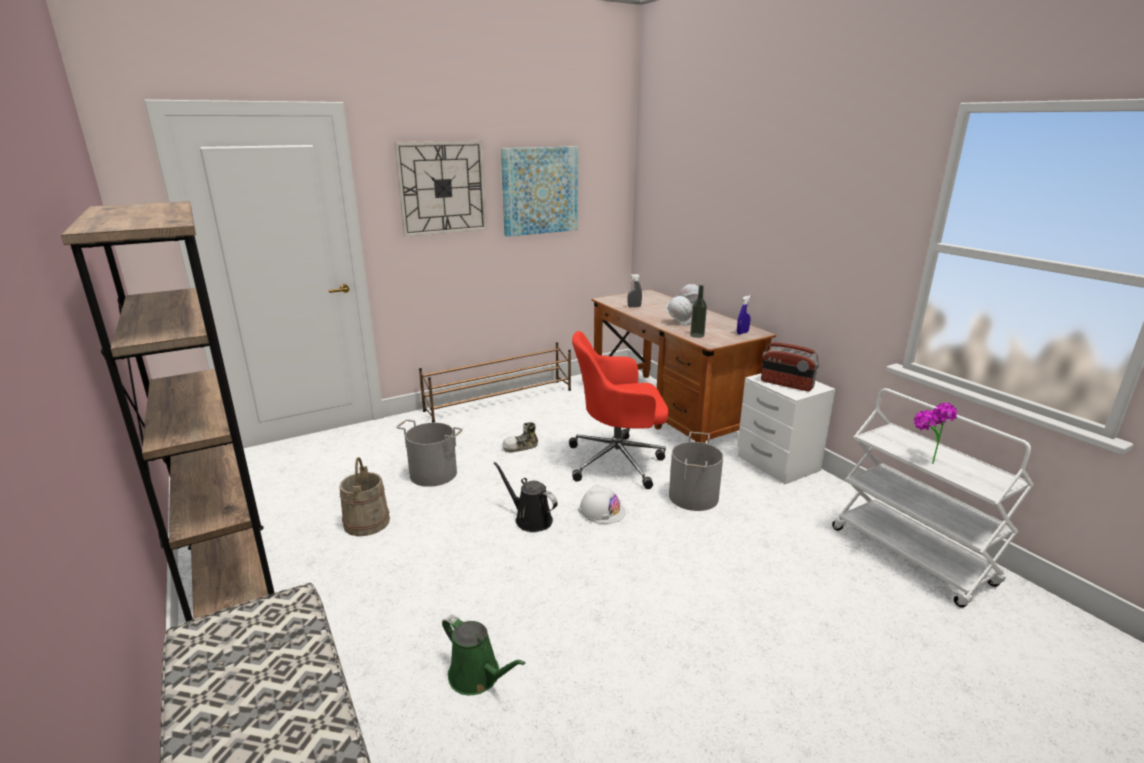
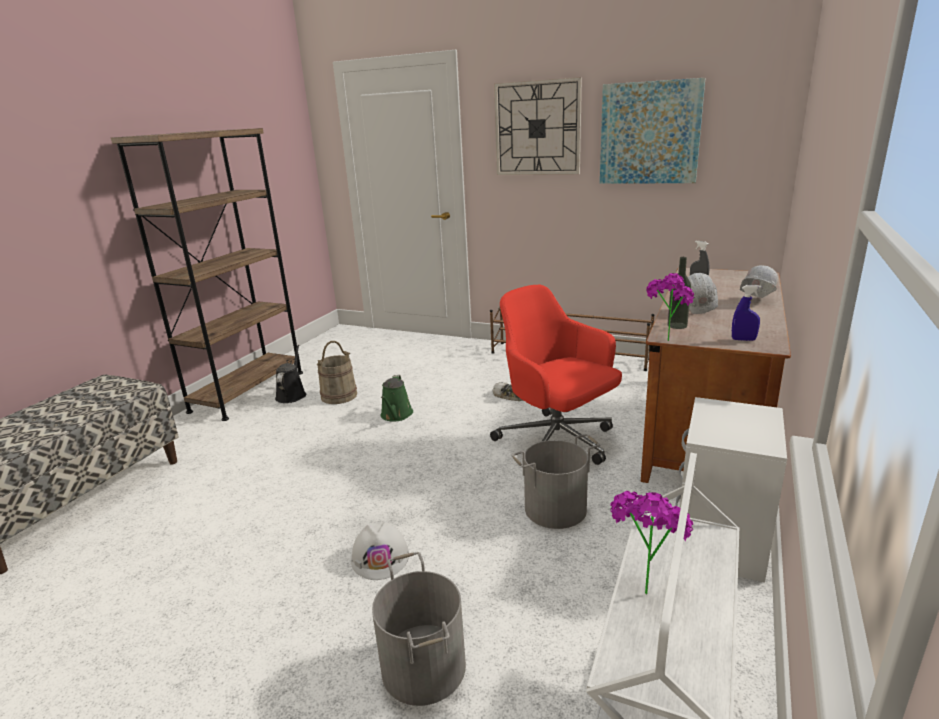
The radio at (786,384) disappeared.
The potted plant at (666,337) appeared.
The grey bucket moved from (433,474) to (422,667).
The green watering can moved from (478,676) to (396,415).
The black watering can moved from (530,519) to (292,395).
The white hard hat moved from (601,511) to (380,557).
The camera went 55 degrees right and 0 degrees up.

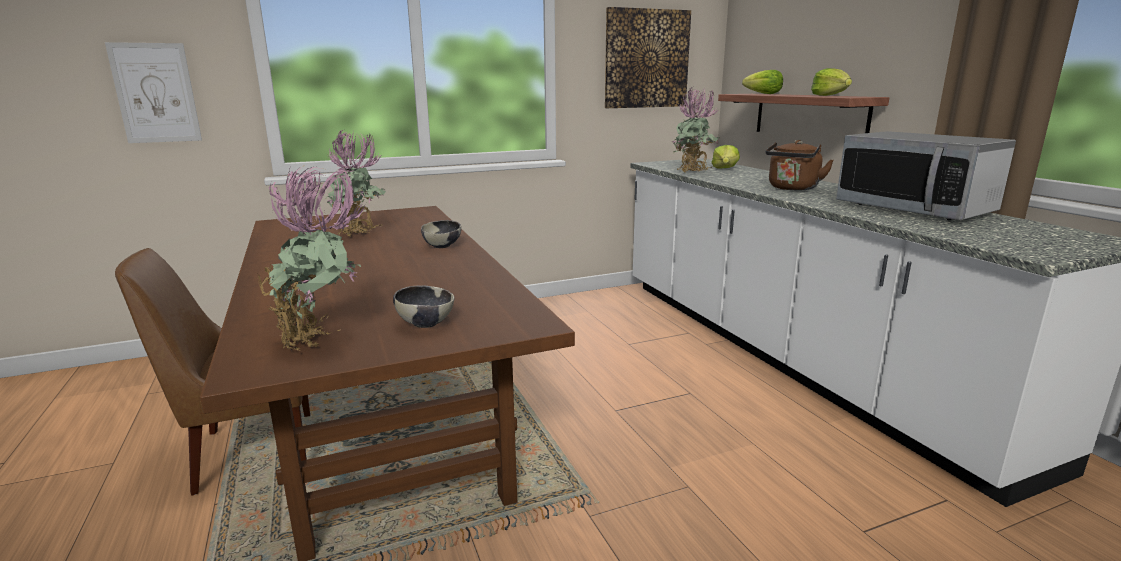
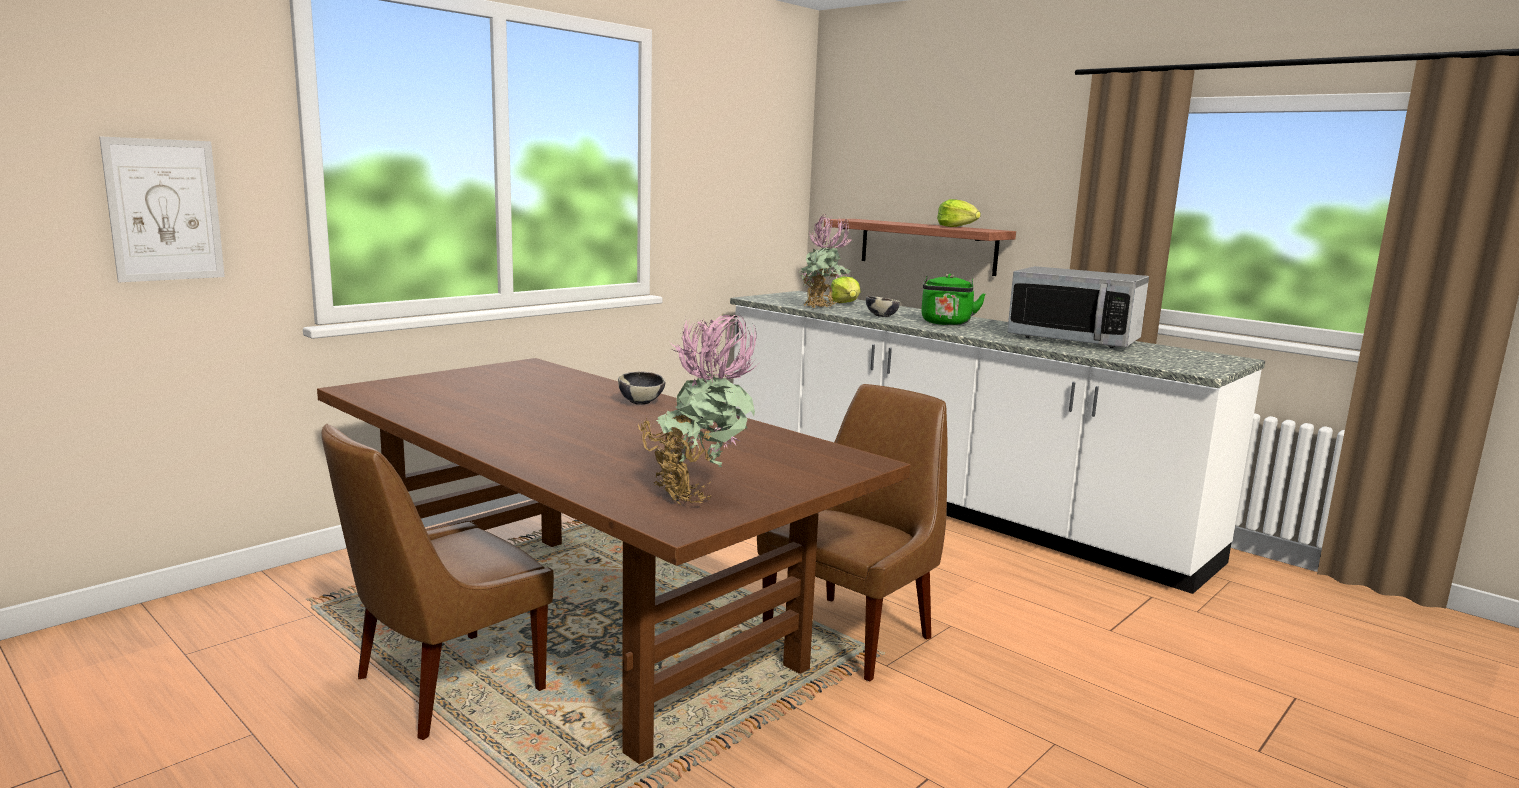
The potted plant at (361,236) disappeared.
The picture at (646,59) disappeared.
The lettuce at (763,94) disappeared.
The brown chair at (851,634) appeared.
The bowl moved from (425,323) to (881,316).
The brown kettle at (792,188) became the green kettle at (946,323).
The camera went 25 degrees left and 5 degrees down.

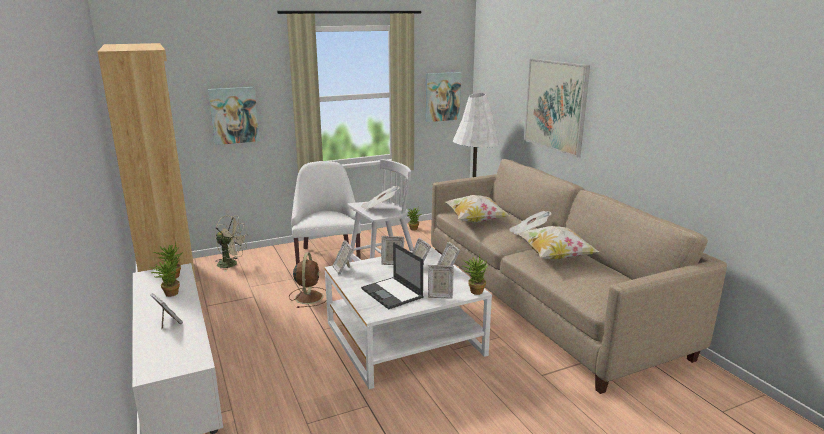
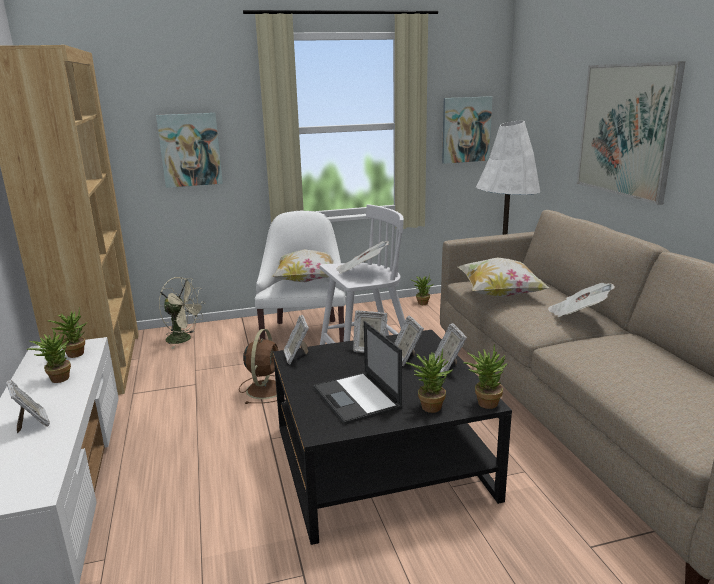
The pillow moved from (554,256) to (306,280).
The picture frame at (440,295) was replaced by the potted plant at (429,405).
The white coffee table at (404,338) became the black coffee table at (381,462).
The camera went 10 degrees right and 0 degrees up.

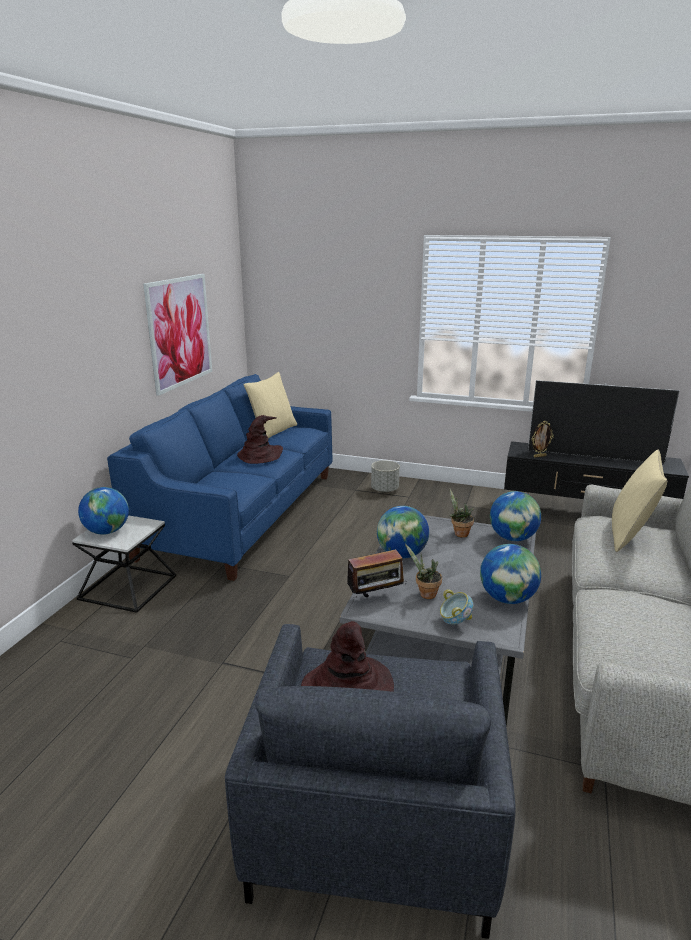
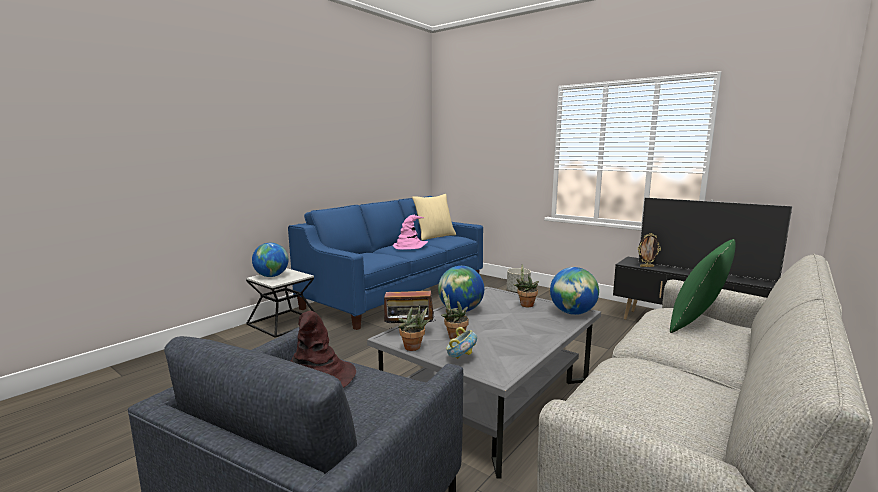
The picture at (180,332) disappeared.
The globe at (507,599) disappeared.
The potted plant at (414,348) appeared.
The brown hat at (260,455) became the pink hat at (410,246).
The beige pillow at (630,535) became the green pillow at (697,323).
The camera went 20 degrees right and 10 degrees down.

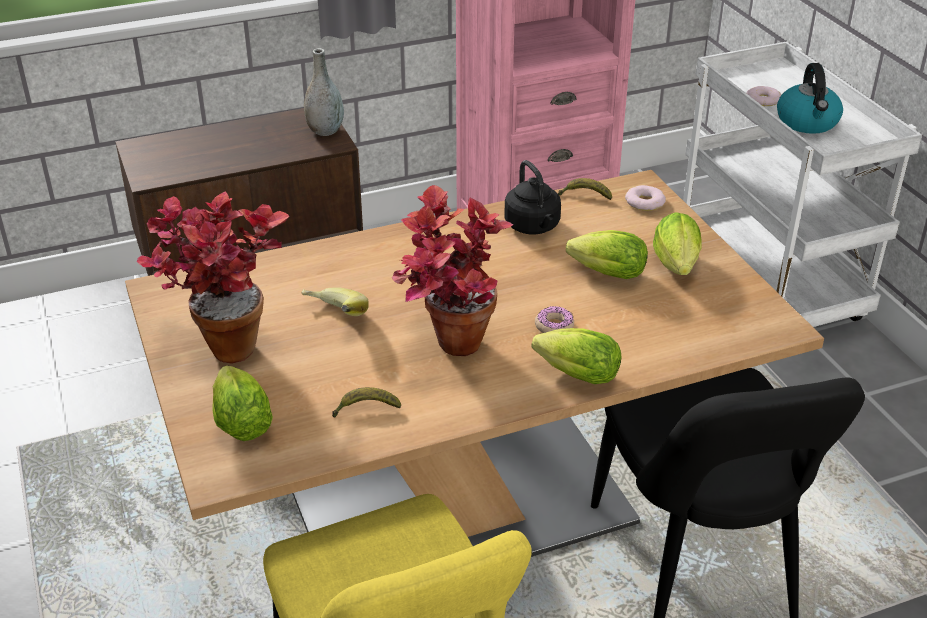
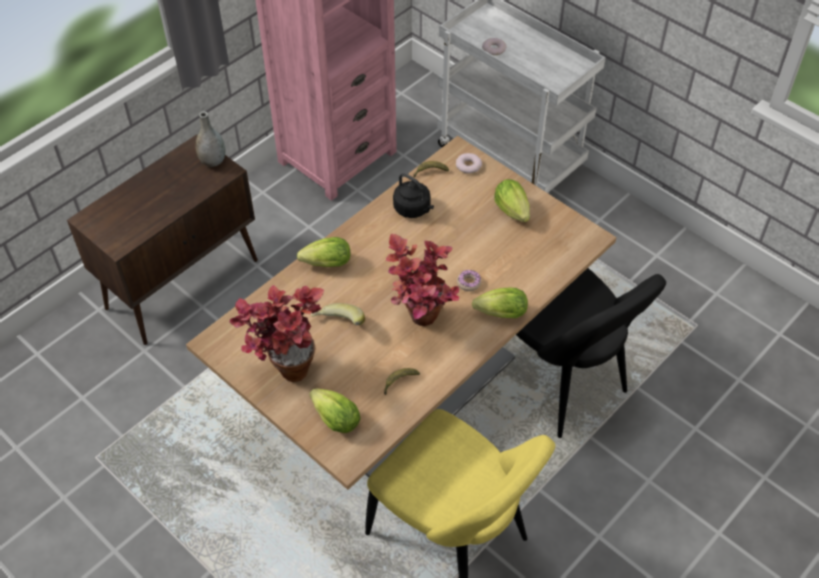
The kettle at (807,122) disappeared.
The lettuce moved from (603,273) to (324,264).
The camera went 25 degrees left and 15 degrees up.

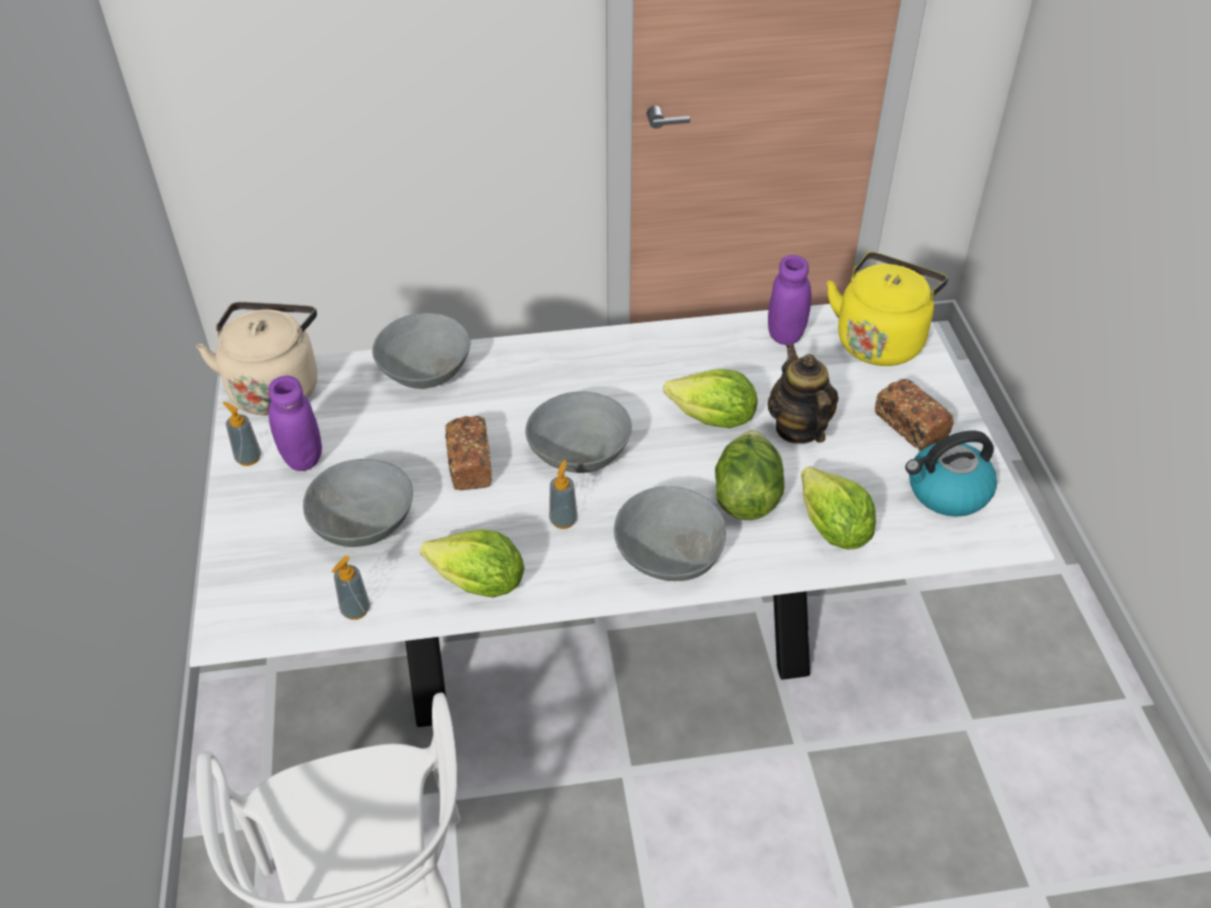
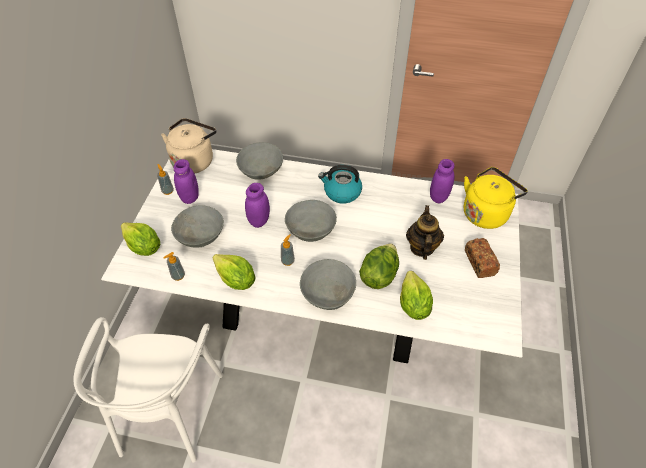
The lettuce moved from (713,419) to (143,247).
The kettle moved from (946,492) to (341,192).
The bread at (469,464) was replaced by the purple jar at (259,221).
The camera went 20 degrees right and 5 degrees up.

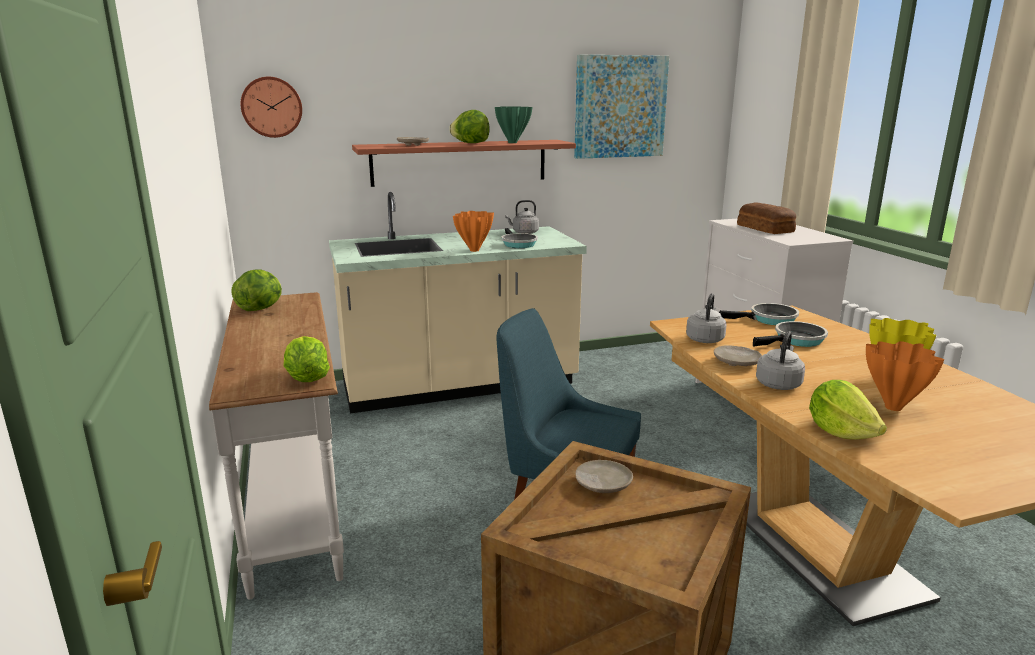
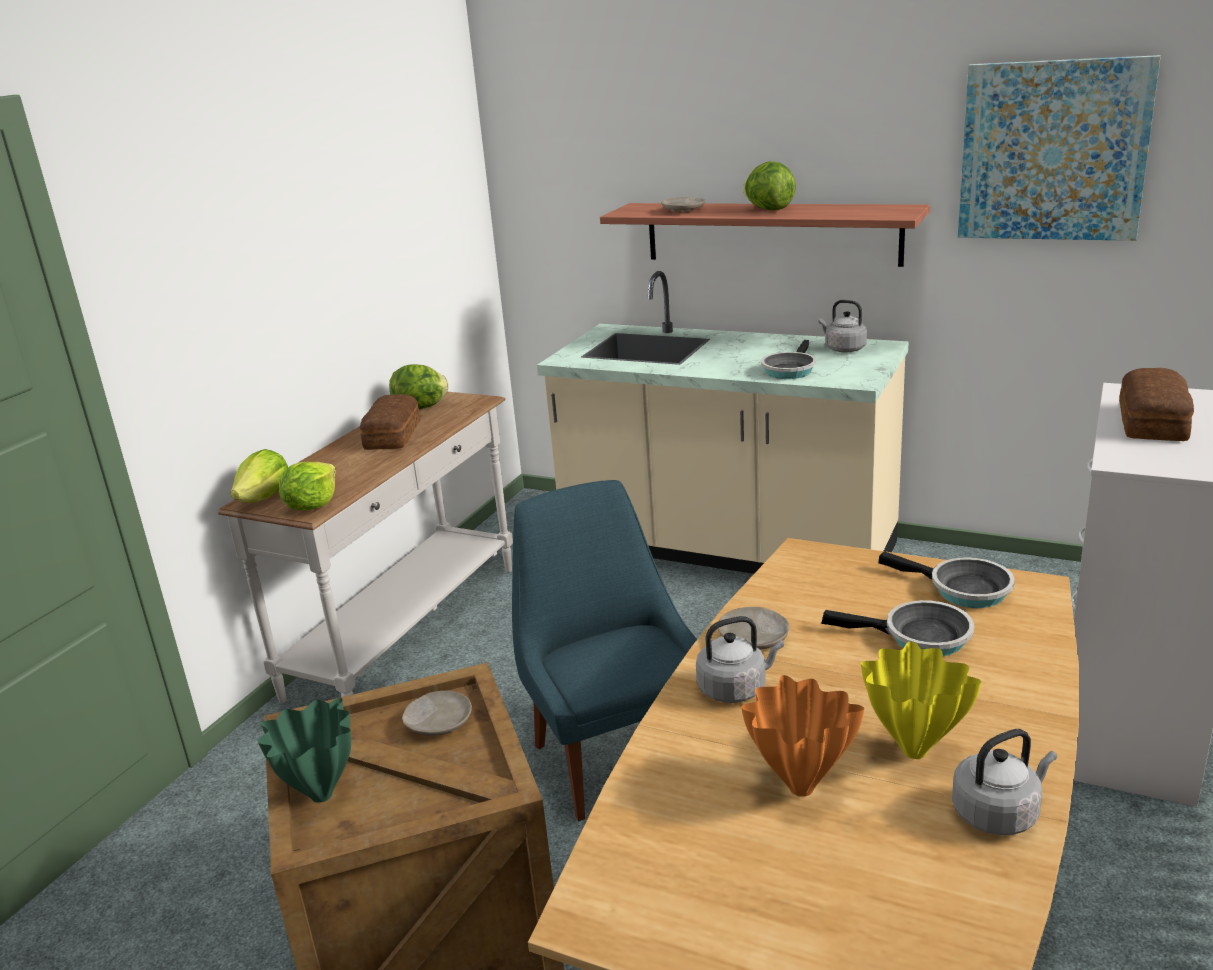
The wall clock at (271,107) disappeared.
The orange vase at (475,250) disappeared.
The bread at (391,436) appeared.
The green vase moved from (512,143) to (320,796).
The grey kettle moved from (705,339) to (998,813).
The lettuce moved from (841,432) to (265,498).
The camera went 45 degrees right and 5 degrees up.

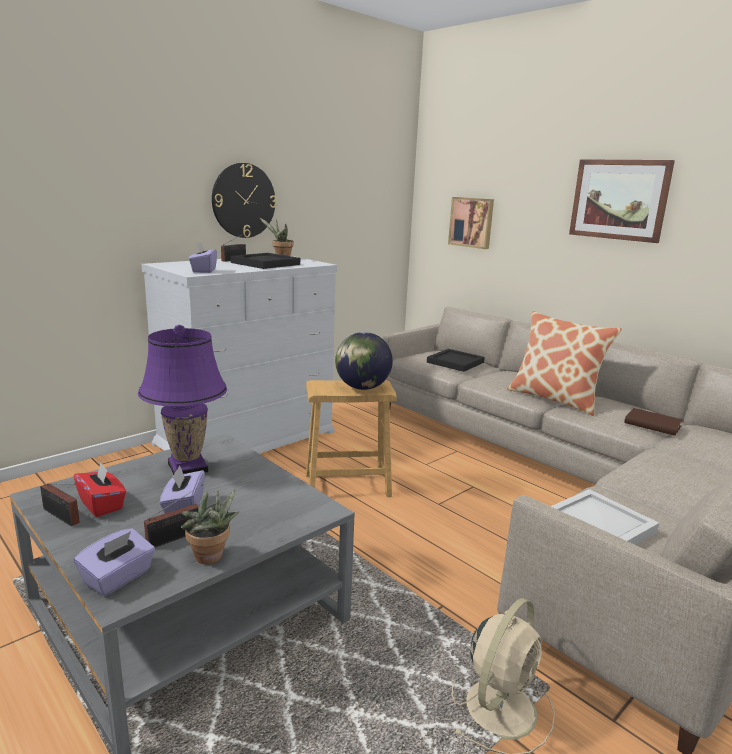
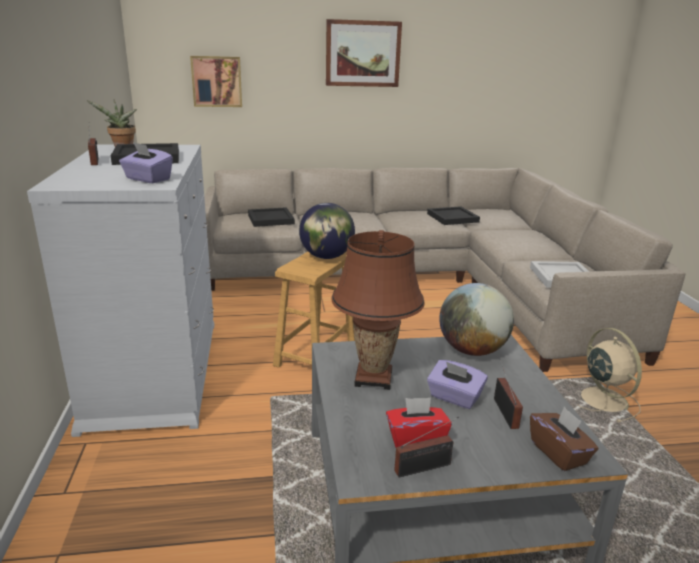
The potted plant at (211,558) disappeared.
The wall clock at (243,200) disappeared.
The pillow at (555,399) disappeared.
The globe at (472,350) appeared.
The brown book at (652,425) was replaced by the black tray at (451,217).
The purple tissue box at (118,578) became the brown tissue box at (559,453).
The purple table lamp at (187,468) became the brown table lamp at (373,378).
The camera went 55 degrees left and 5 degrees up.

